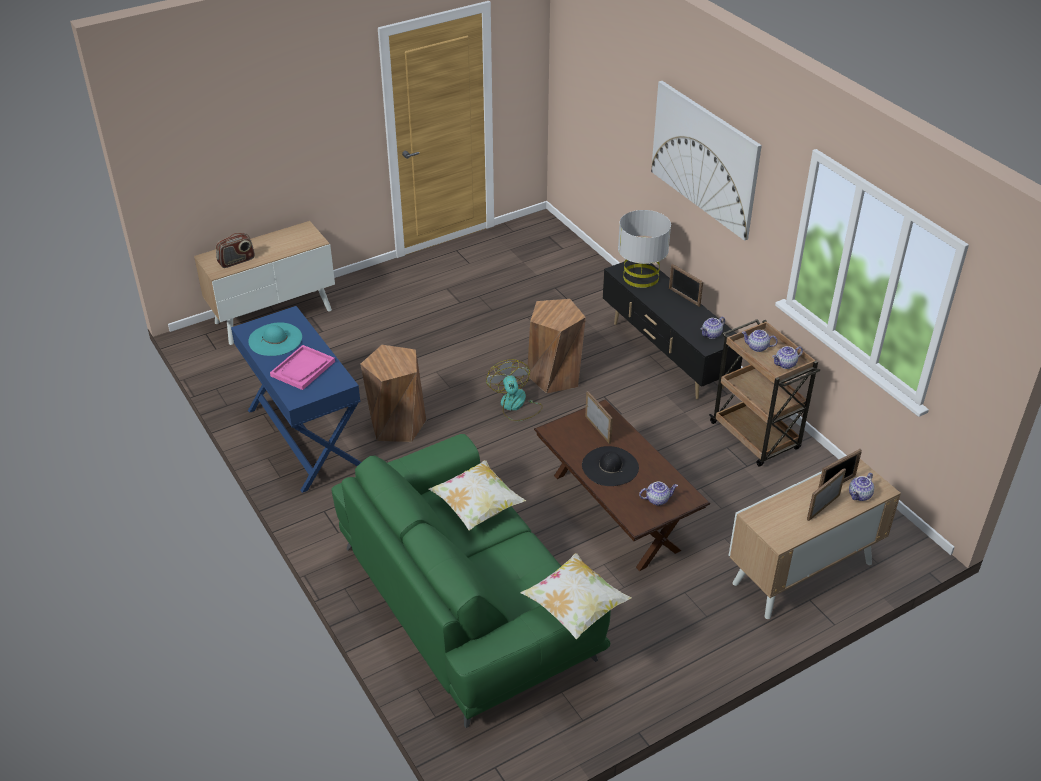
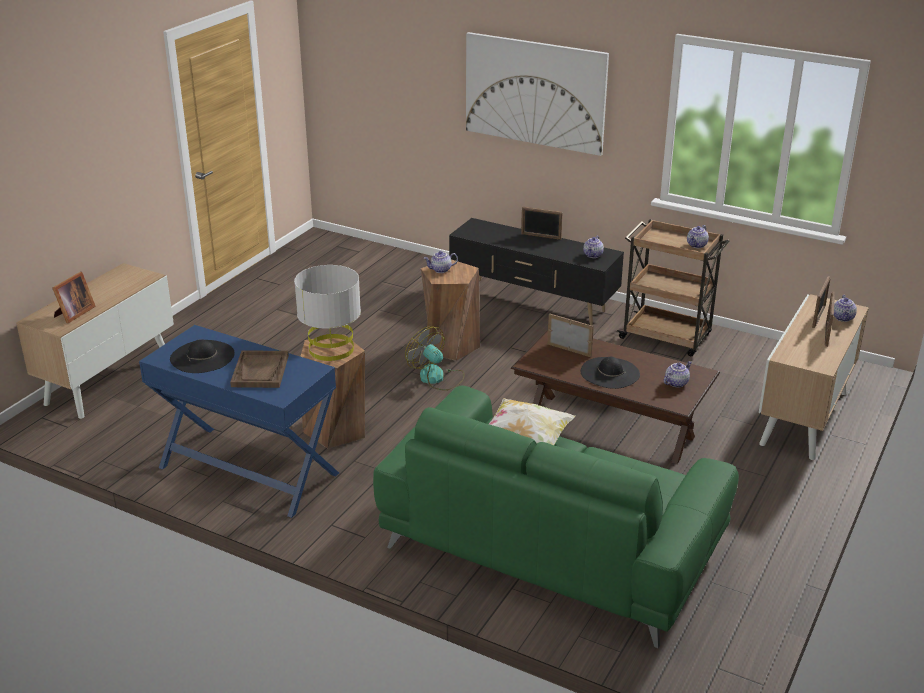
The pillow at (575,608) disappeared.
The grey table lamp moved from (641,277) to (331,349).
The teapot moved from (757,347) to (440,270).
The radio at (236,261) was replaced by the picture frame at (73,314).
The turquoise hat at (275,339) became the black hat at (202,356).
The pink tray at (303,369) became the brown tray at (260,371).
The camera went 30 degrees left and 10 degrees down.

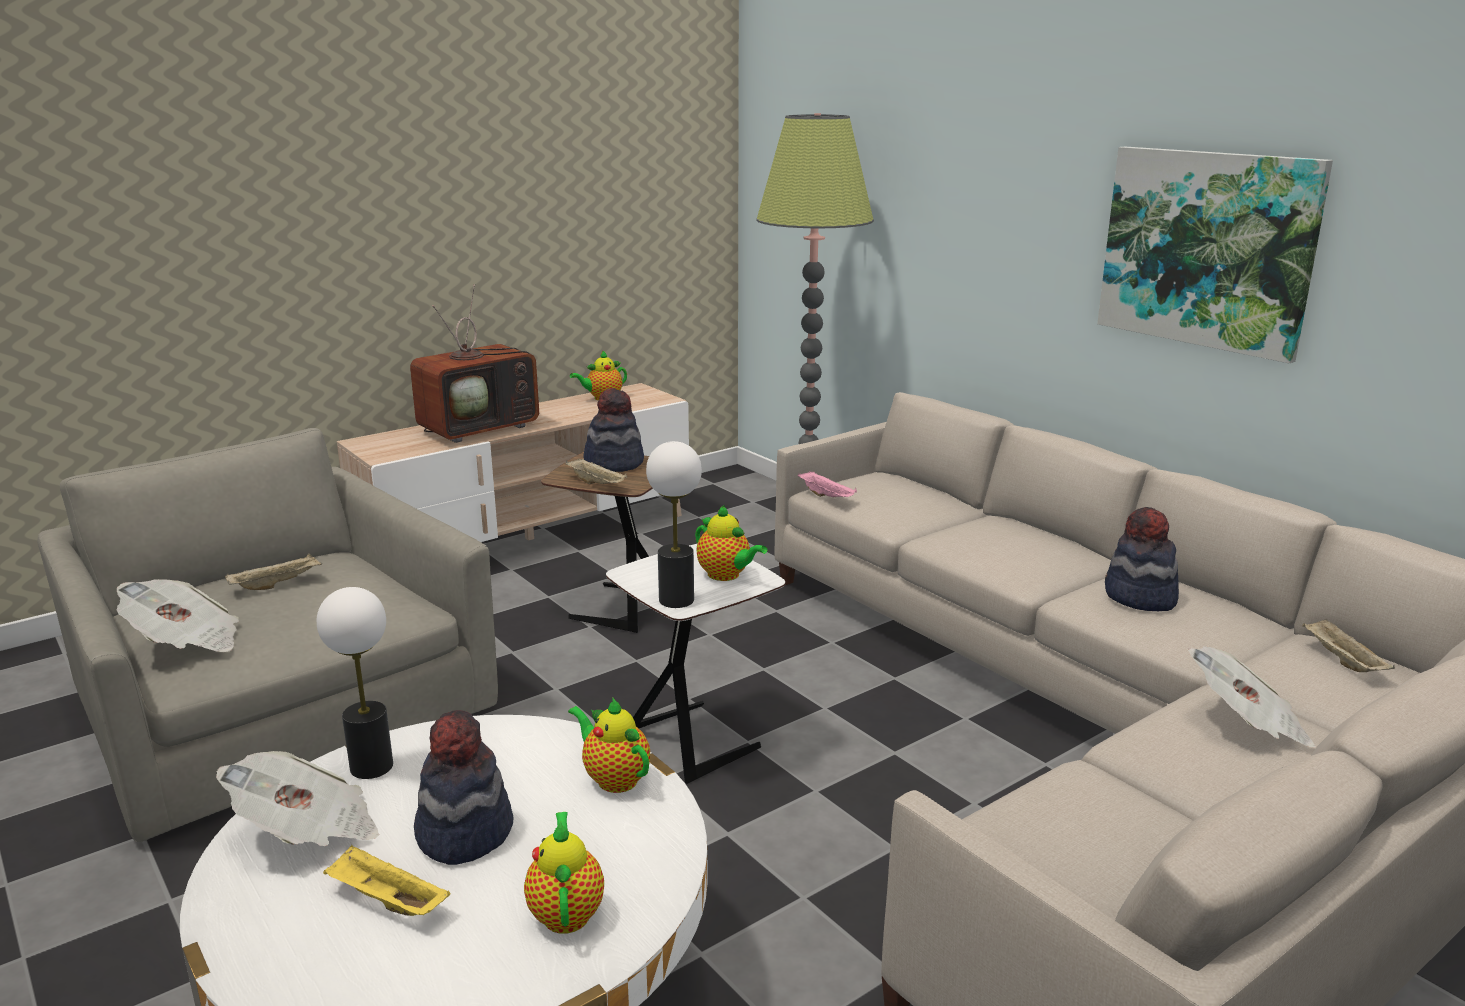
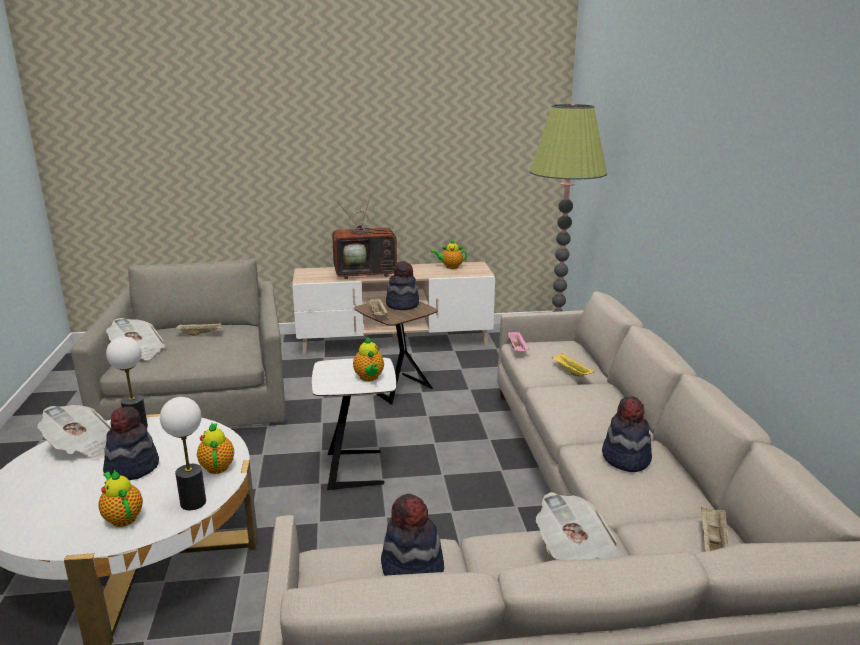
The picture at (1207,249) disappeared.
The hat at (412,570) appeared.
The yellow tray moved from (386,901) to (570,372).
The table lamp moved from (676,600) to (193,503).
The teapot at (566,911) turned 60 degrees counterclockwise.
The camera went 30 degrees right and 0 degrees up.

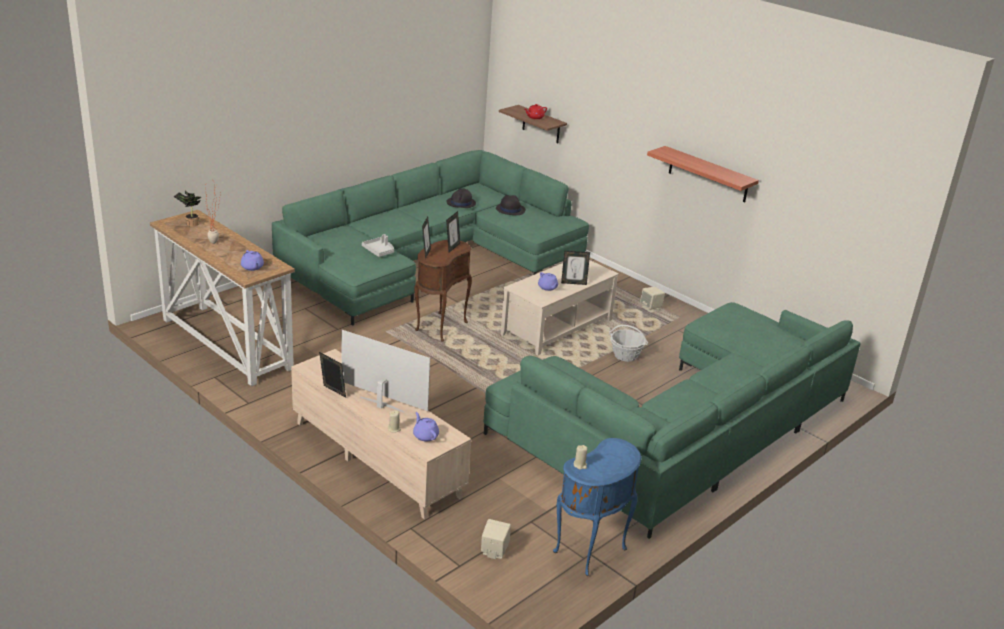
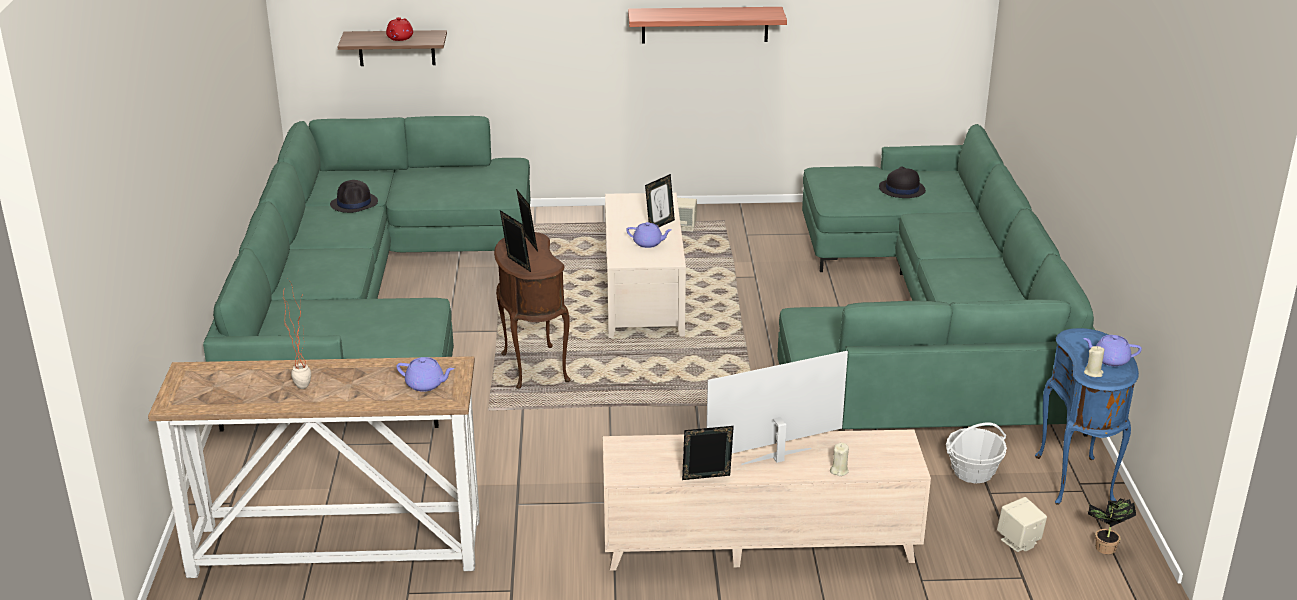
The grey tray at (379,251) disappeared.
The potted plant moved from (190,224) to (1104,550).
The purple teapot moved from (425,435) to (1110,360).
The black hat moved from (510,209) to (901,189).
The basket moved from (625,355) to (973,472).
The camera went 45 degrees left and 0 degrees up.

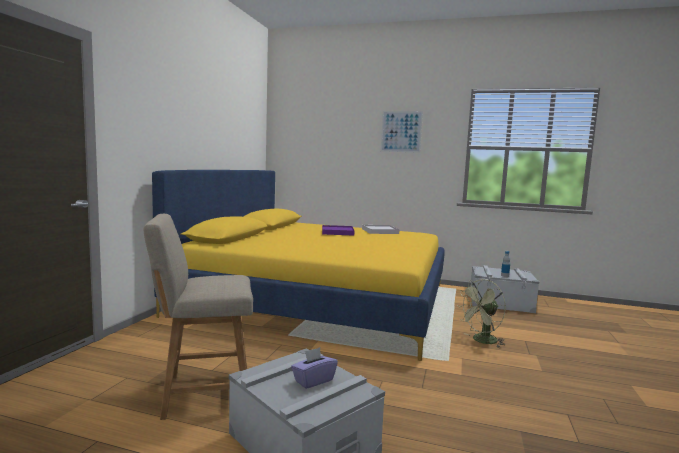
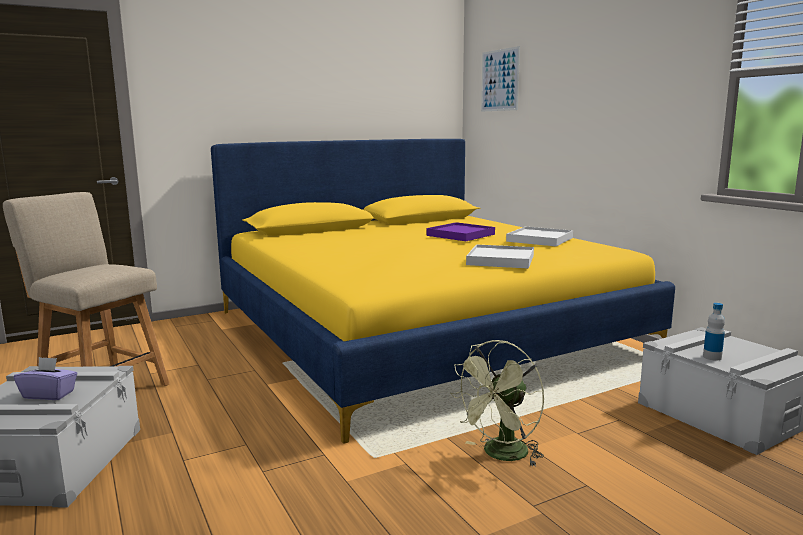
The white tray at (501,260) appeared.
The picture moved from (401,131) to (499,80).
The green fan at (481,341) turned 60 degrees counterclockwise.
The camera went 45 degrees right and 5 degrees up.

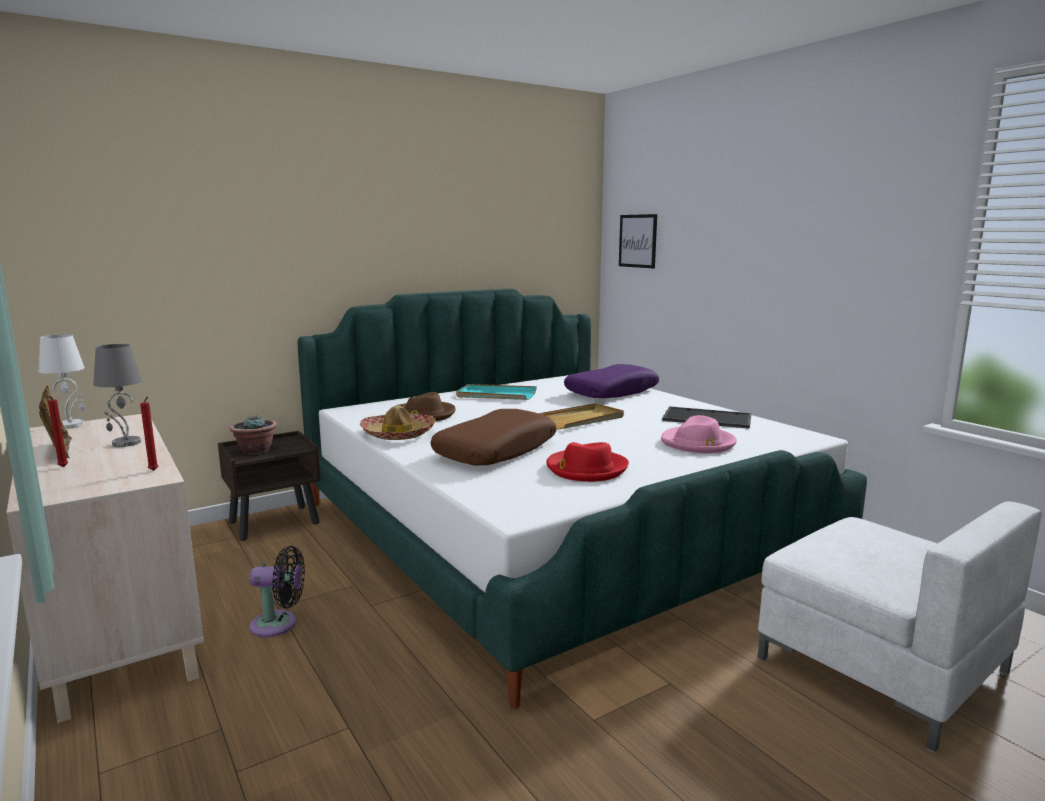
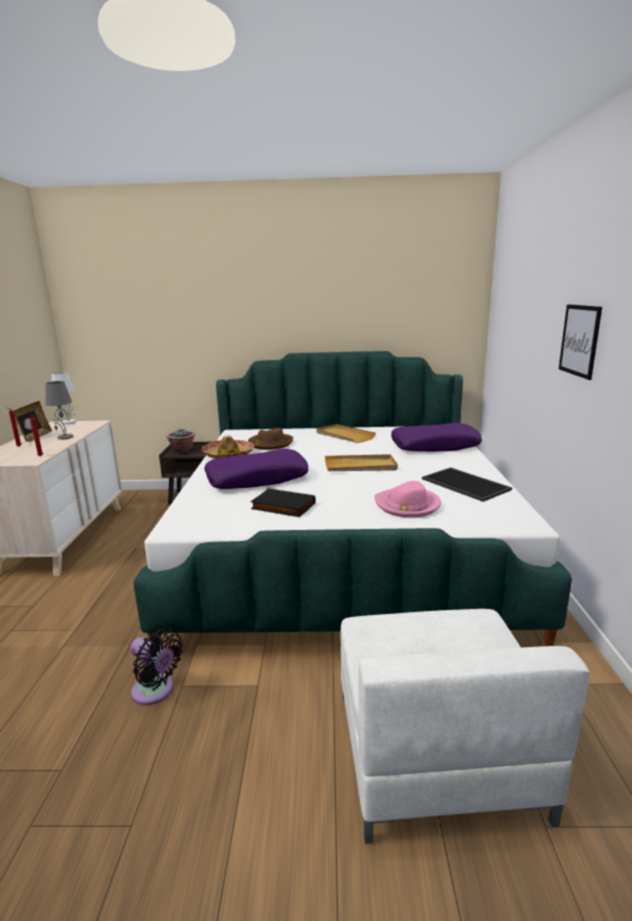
The black fan moved from (279,624) to (156,691).
The picture moved from (637,241) to (579,340).
The red hat at (586,469) was replaced by the black book at (282,506).
The brown pillow at (495,450) became the purple pillow at (257,479).
The turquoise tray at (496,395) became the beige tray at (344,435).
The camera went 35 degrees right and 5 degrees up.

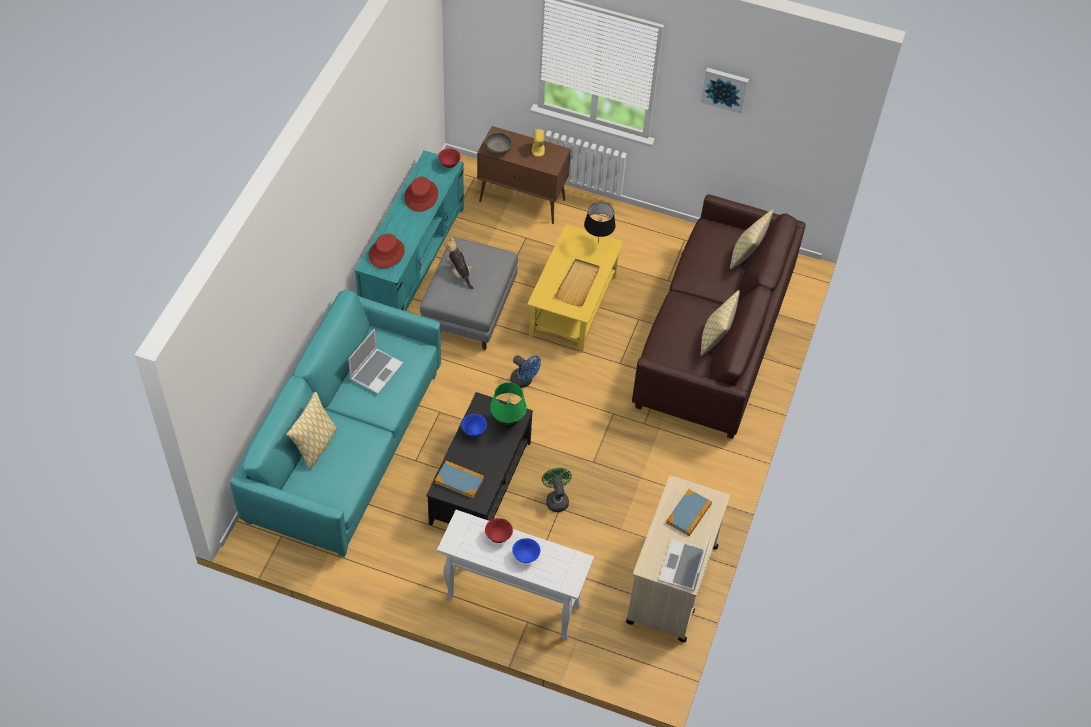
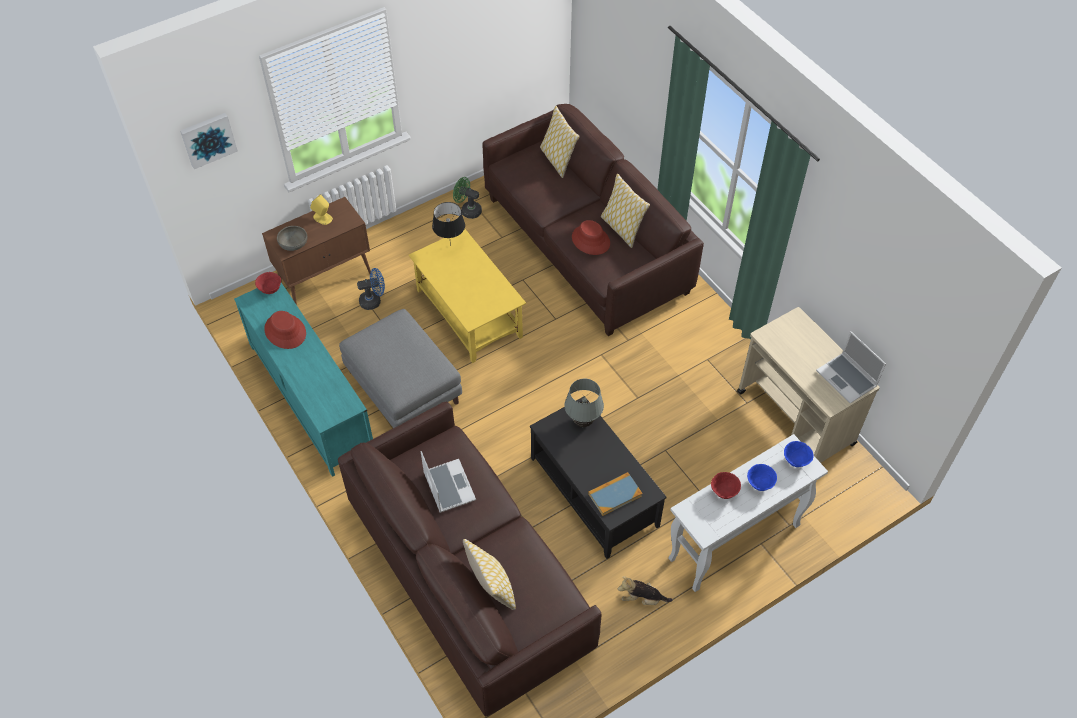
The beige tray at (578,284) disappeared.
The book at (688,513) disappeared.
The red hat moved from (386,253) to (590,240).
The plush toy moved from (459,272) to (642,598).
The blue bowl moved from (473,431) to (796,461).
The blue fan moved from (524,381) to (374,301).
The green fan moved from (556,499) to (468,210).
The picture moved from (725,89) to (208,139).
The turquoise sofa at (346,446) became the brown sofa at (469,576).
The green table lamp at (507,423) became the grey table lamp at (582,422).
The camera went 50 degrees left and 0 degrees up.

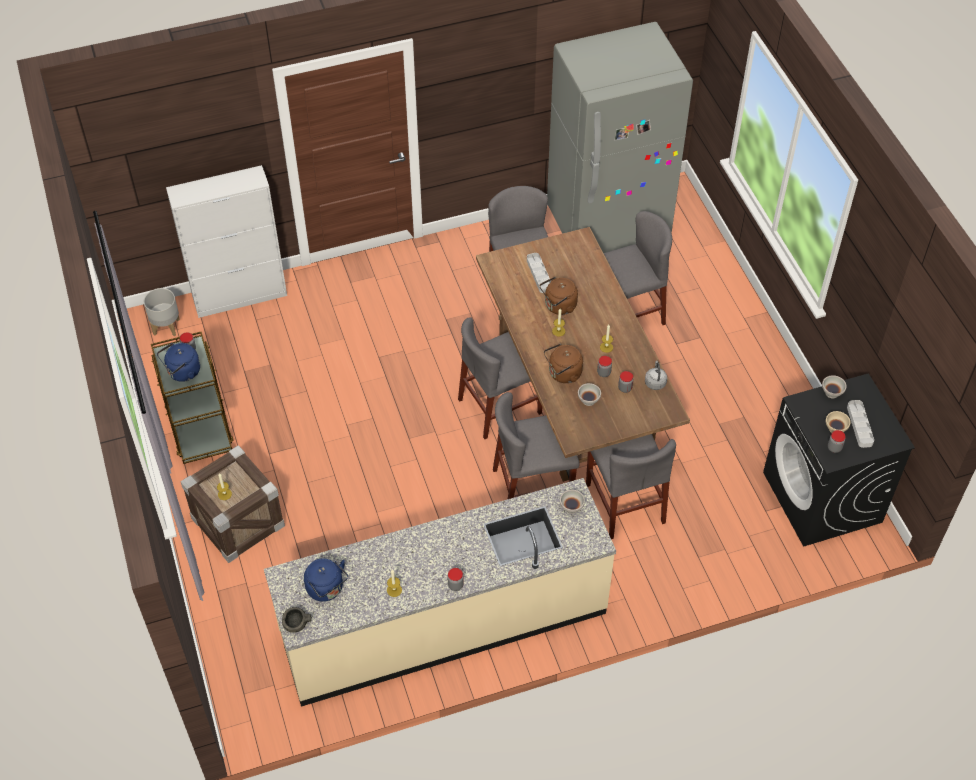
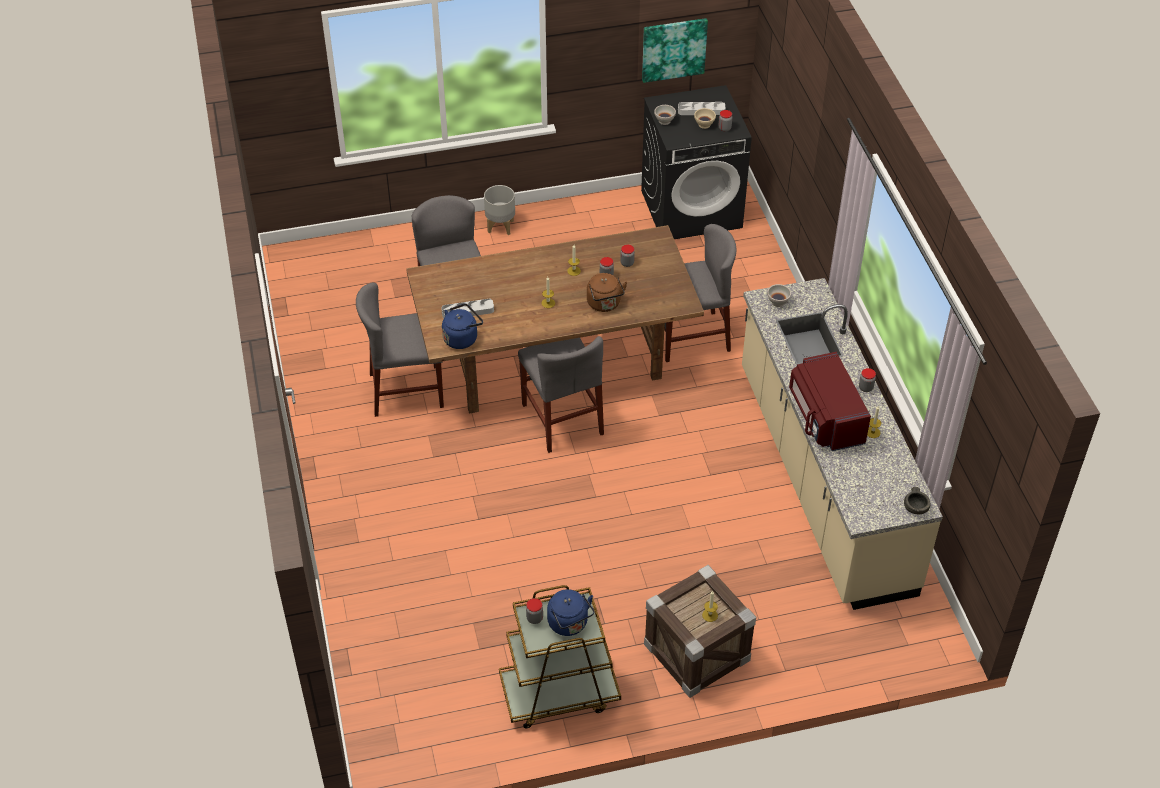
The white cabinet at (240,296) disappeared.
The grey chair at (532,486) disappeared.
The brown kettle at (559,306) disappeared.
The grey fridge at (608,225) disappeared.
The white bowl at (589,400) disappeared.
The grey kettle at (655,382) disappeared.
The picture at (673,49) appeared.
The red microwave at (825,418) appeared.
The grey planter moved from (166,327) to (501,226).
The blue kettle moved from (327,589) to (462,338).
The camera went 85 degrees left and 5 degrees down.

